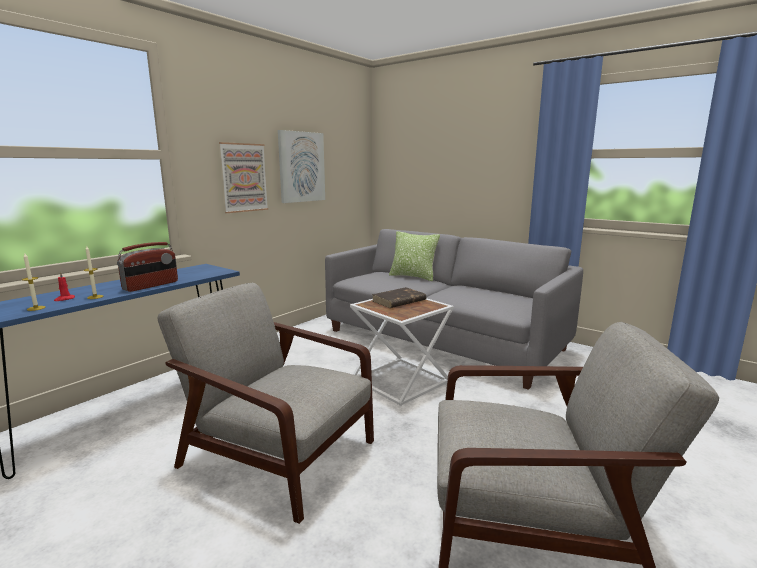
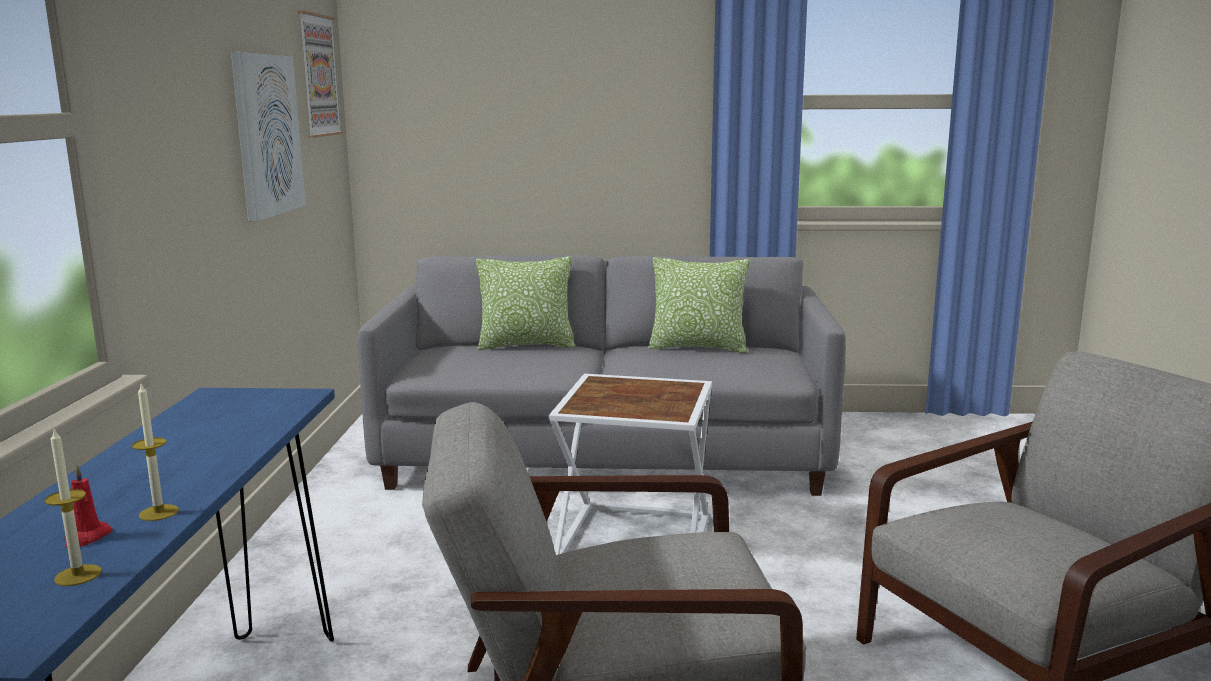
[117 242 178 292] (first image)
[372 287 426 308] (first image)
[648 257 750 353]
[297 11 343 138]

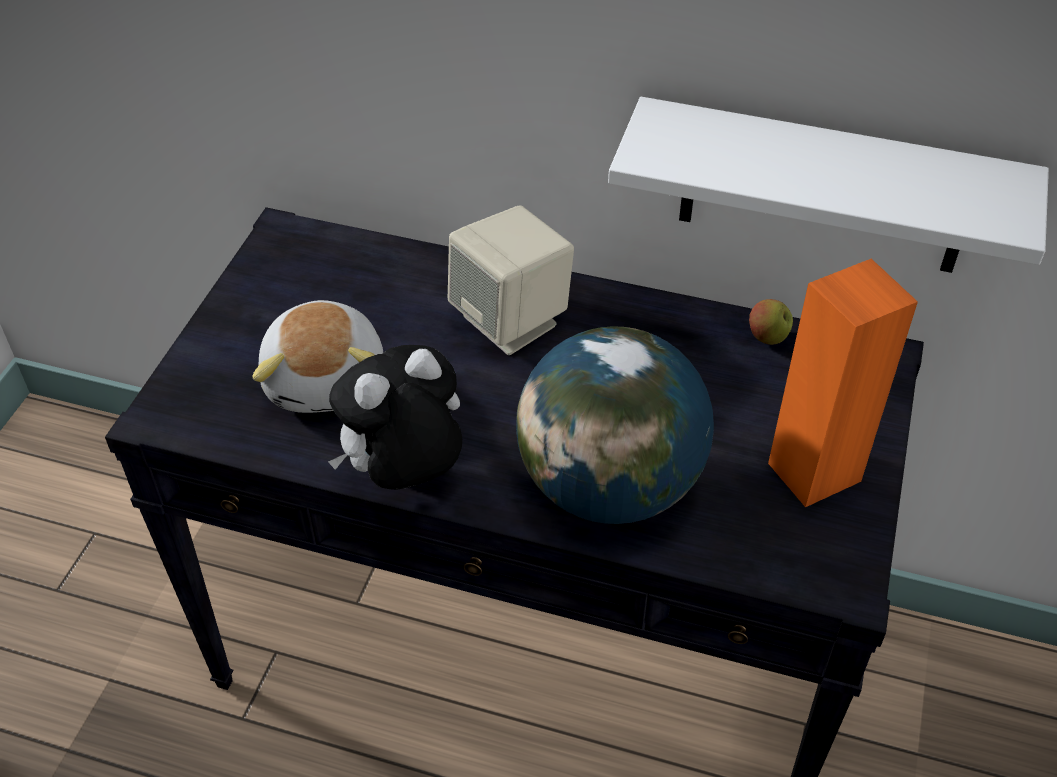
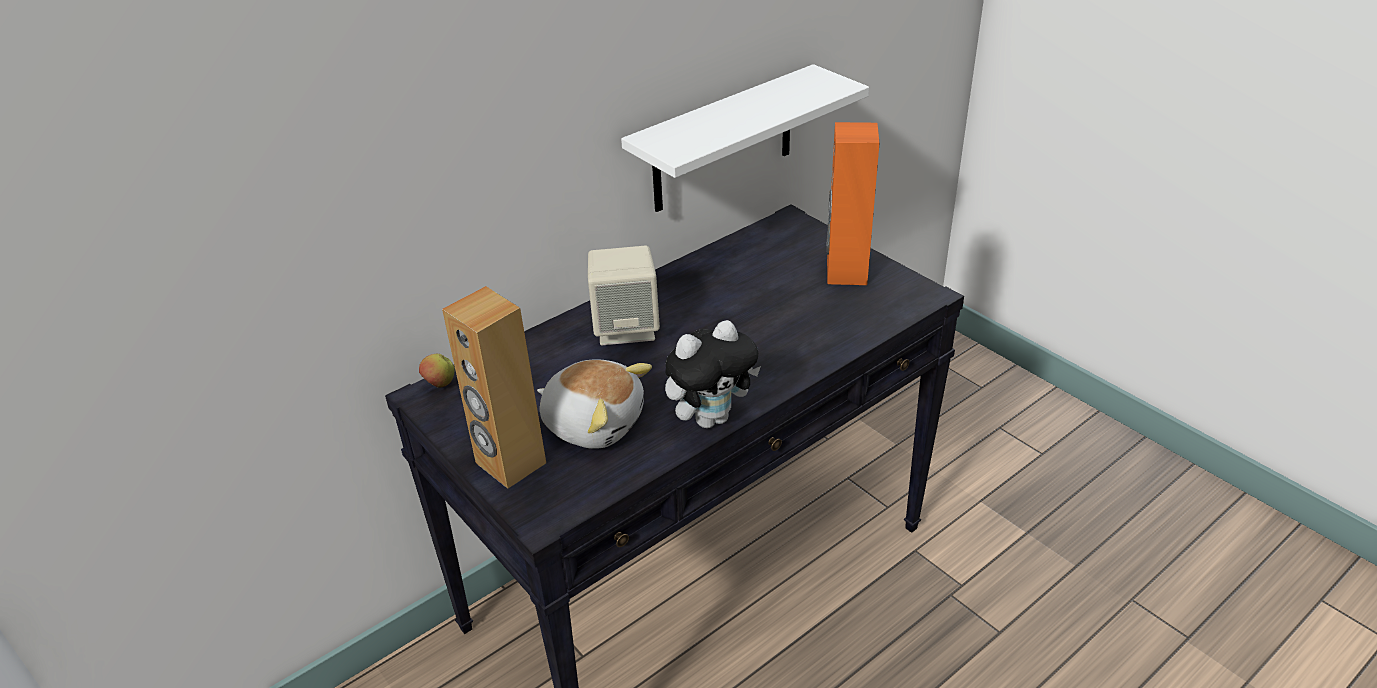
[516 326 714 524] (first image)
[442 286 546 488]
[419 354 454 388]
[665 320 761 428]

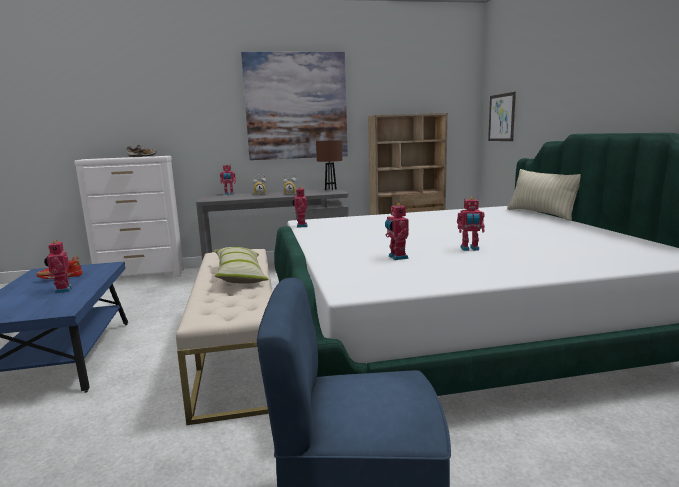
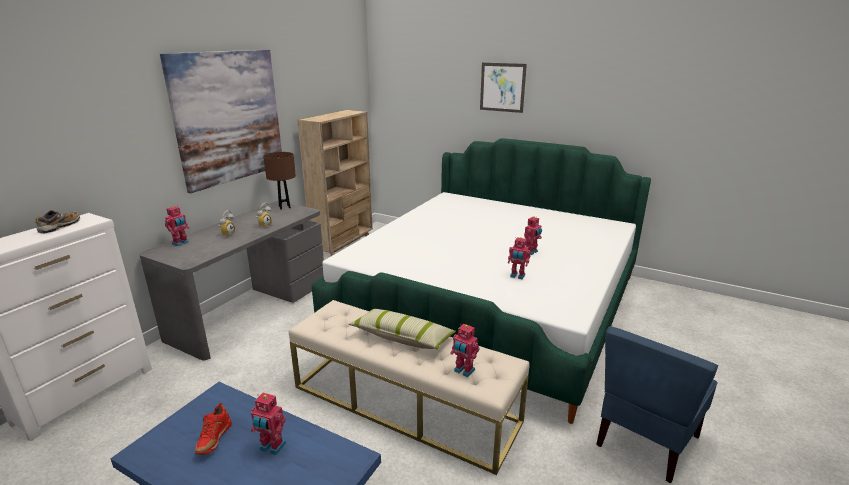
[507 169 580 221] (first image)
[450 324 479 377]
[480 63 527 113]

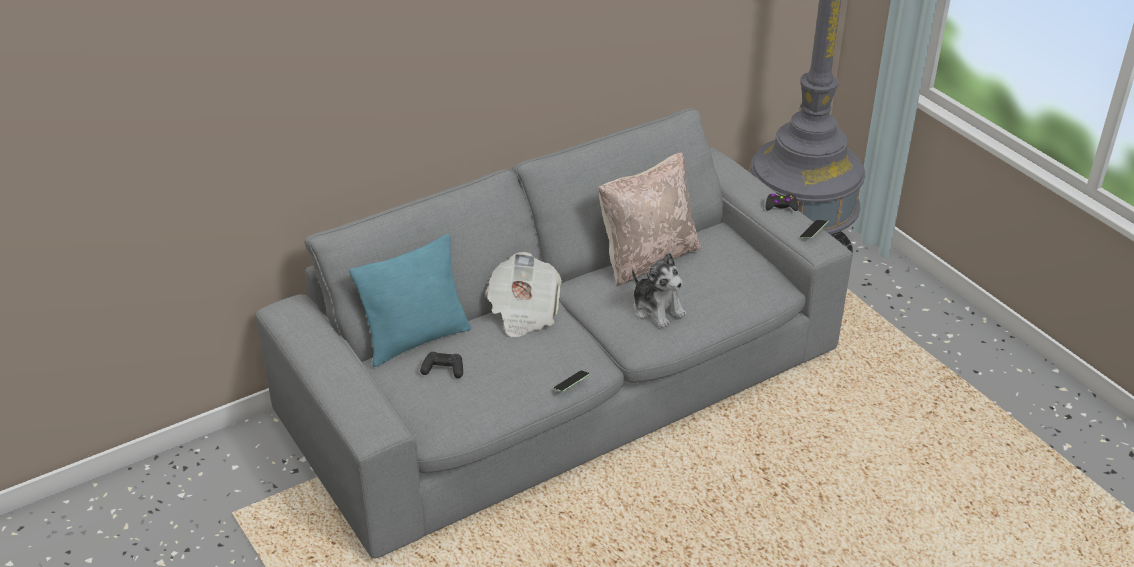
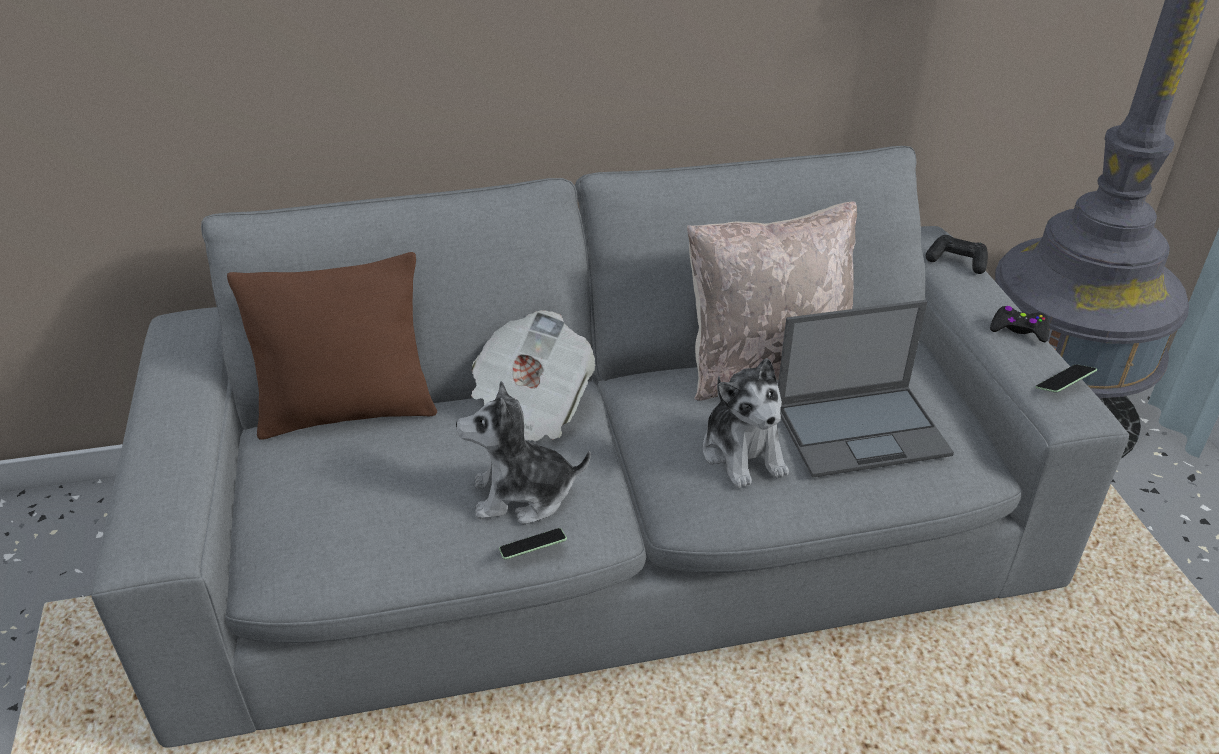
[456 381 591 525]
[778 300 954 478]
[926 235 988 274]
[227 252 437 440]

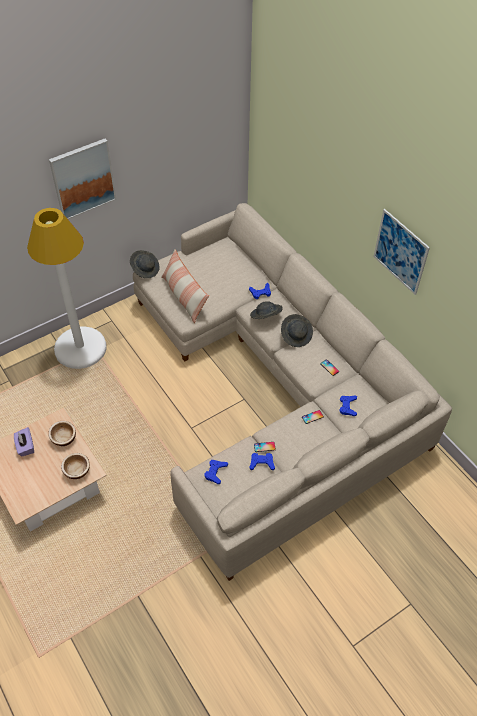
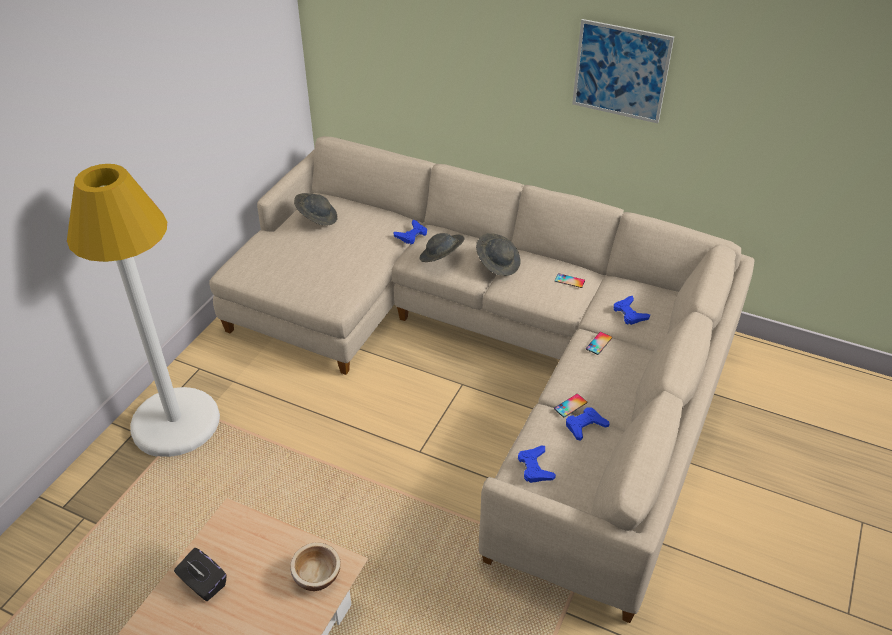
[48 421 76 446] (first image)
[49 139 117 219] (first image)
[161 249 209 323] (first image)
[294 193 337 226]
[174 548 227 601]

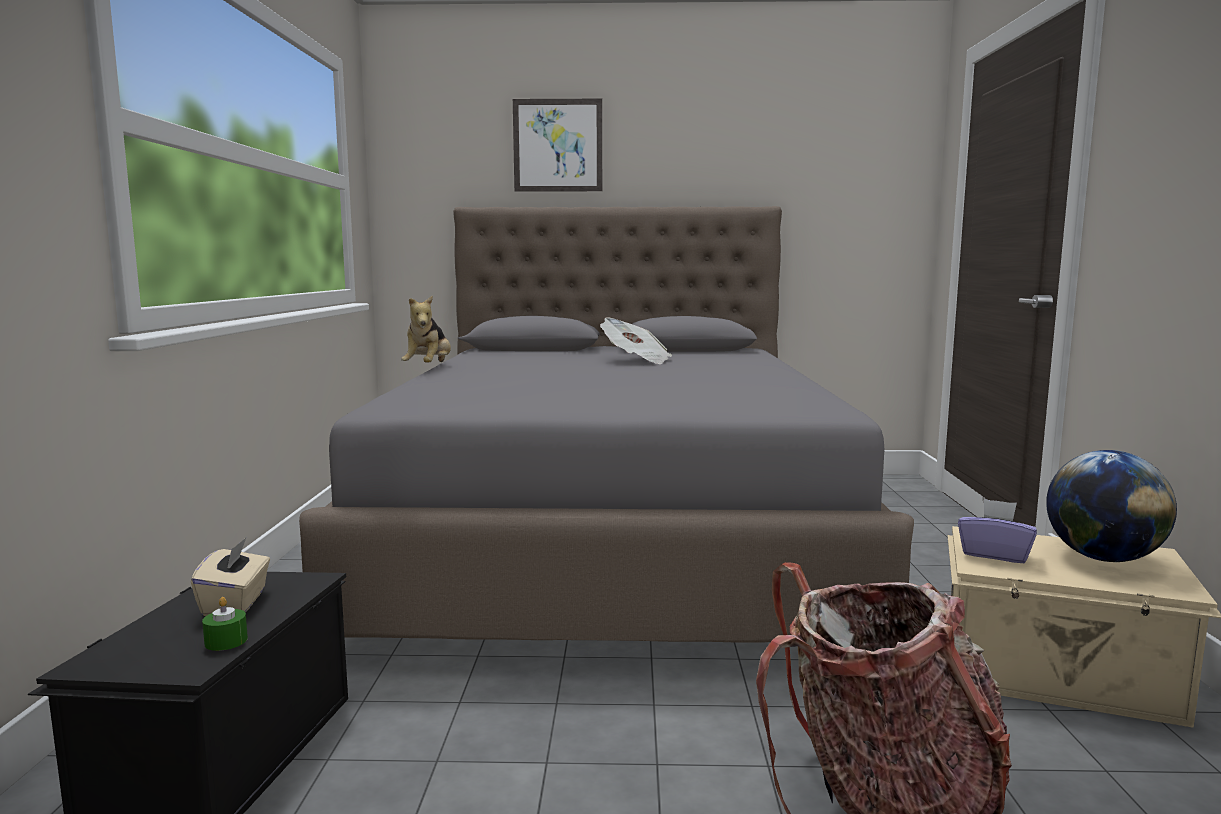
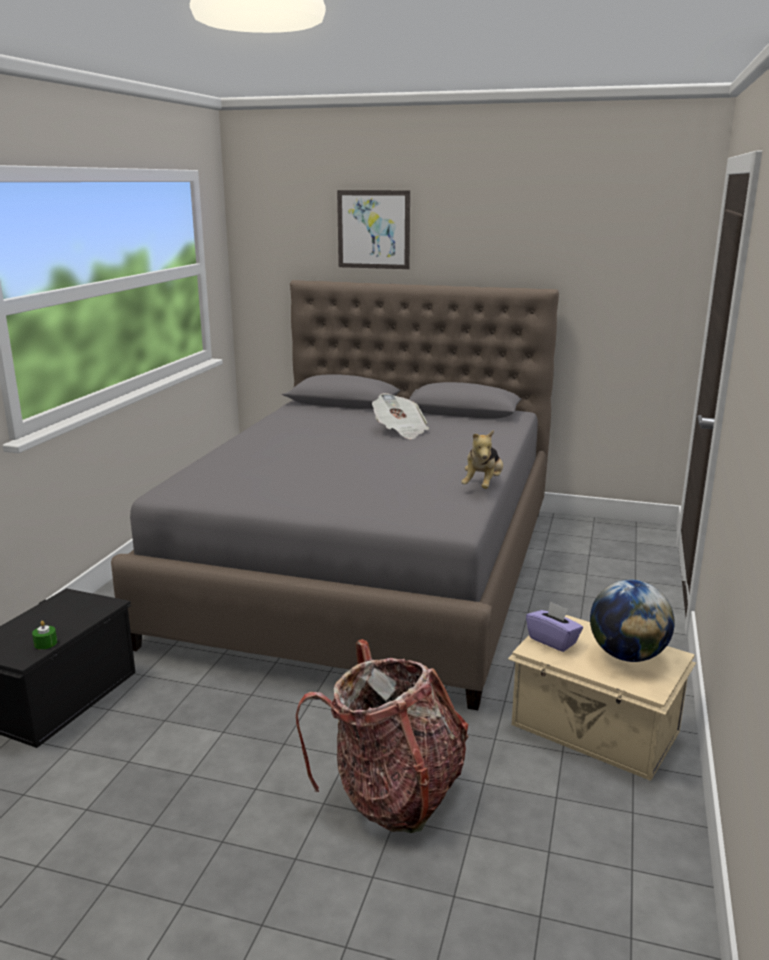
[191 538 270 616] (first image)
[461 430 503 489]

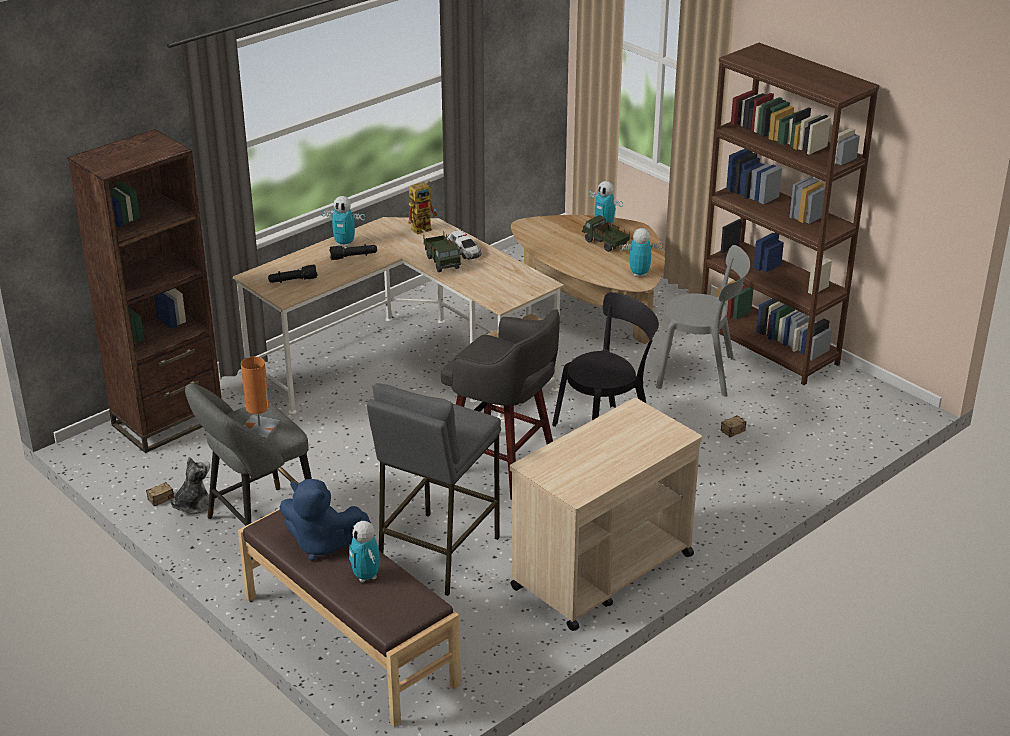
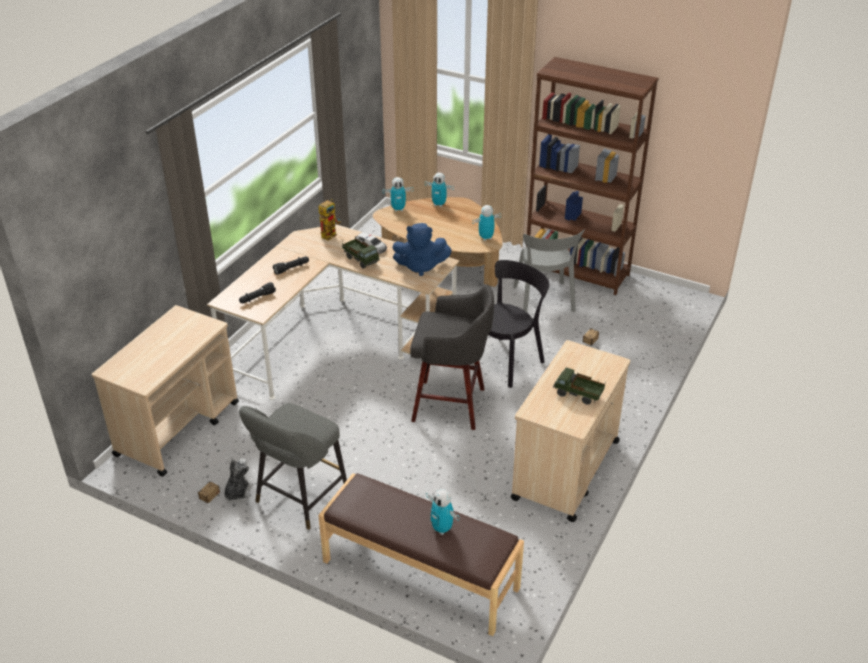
[241 357 280 439] (first image)
[367 383 501 596] (first image)
[392 223 452 276]
[383 177 414 212]
[553 367 605 405]
[92 305 239 477]
[513 229 585 312]

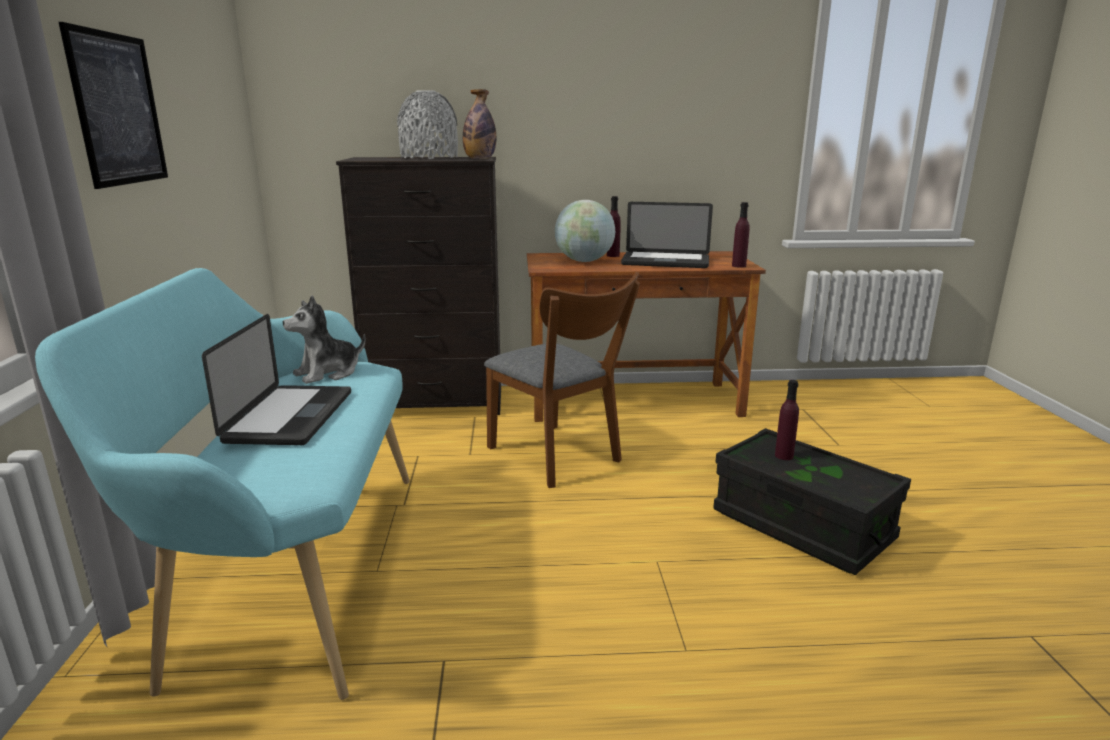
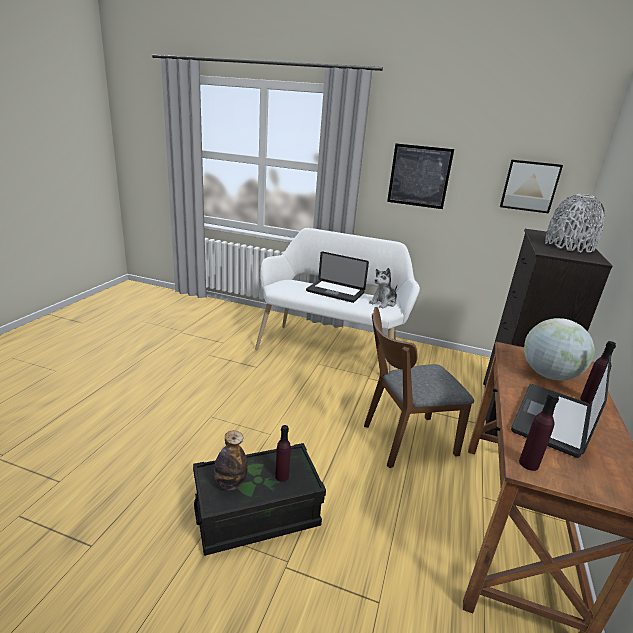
[500 160 563 214]
[214 430 248 490]
[255 228 420 372]
[369 268 397 309]

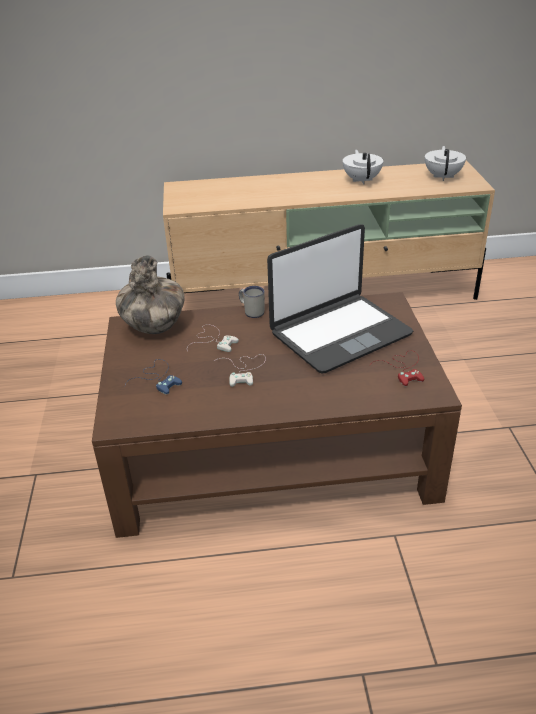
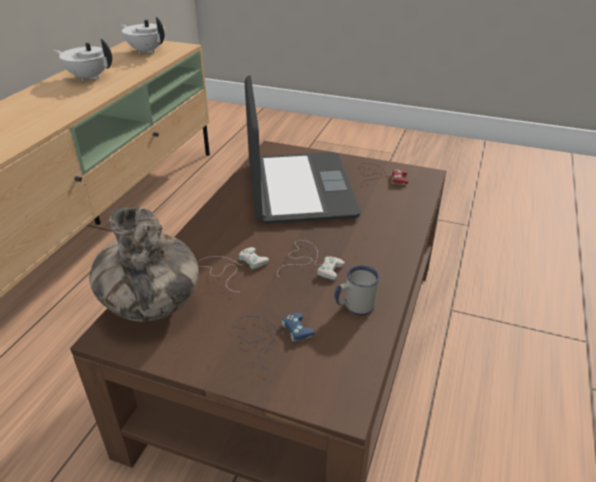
[334 265 380 315]

